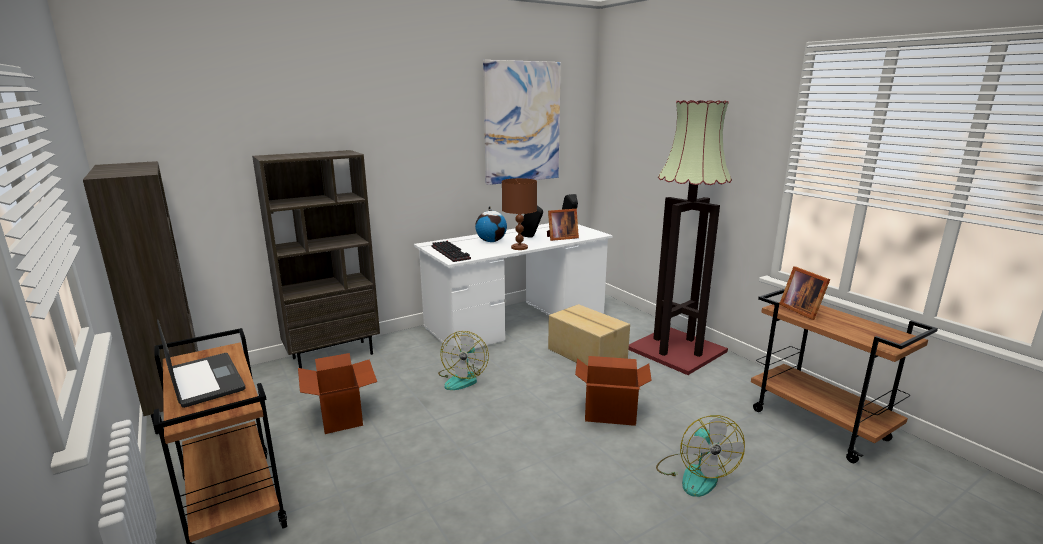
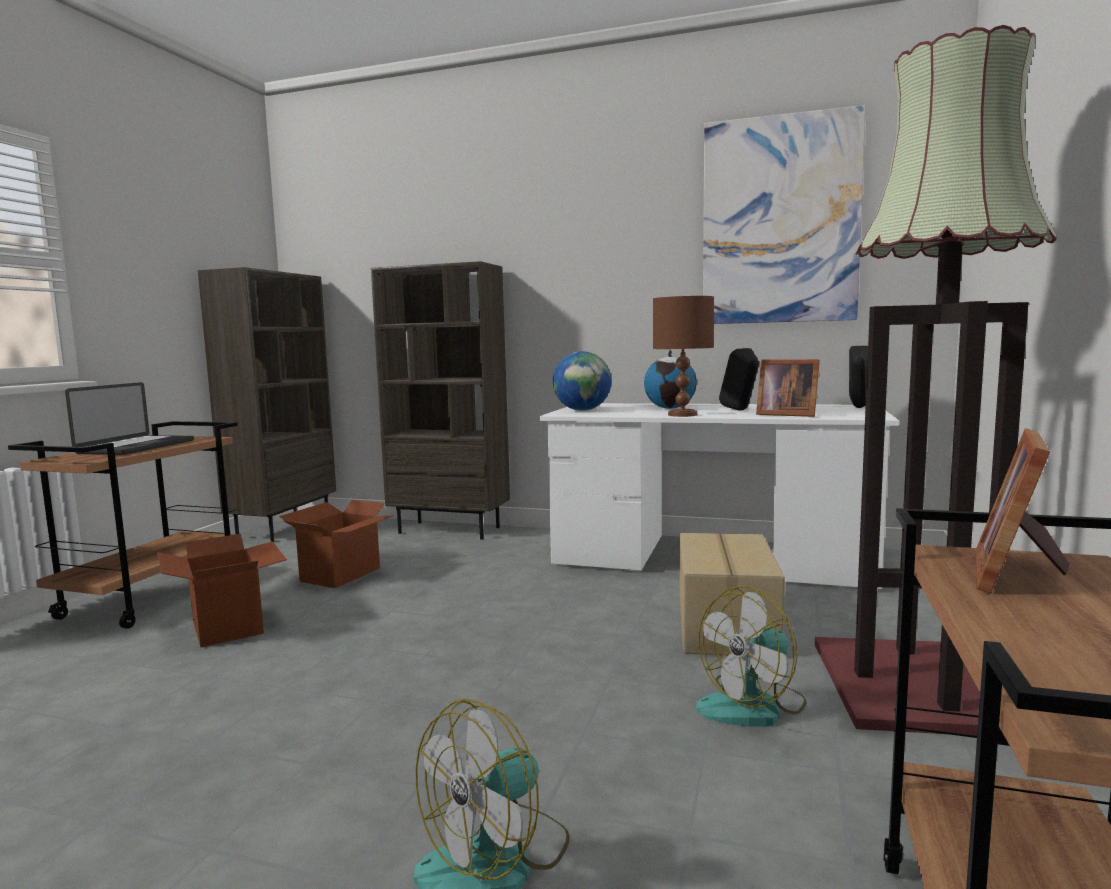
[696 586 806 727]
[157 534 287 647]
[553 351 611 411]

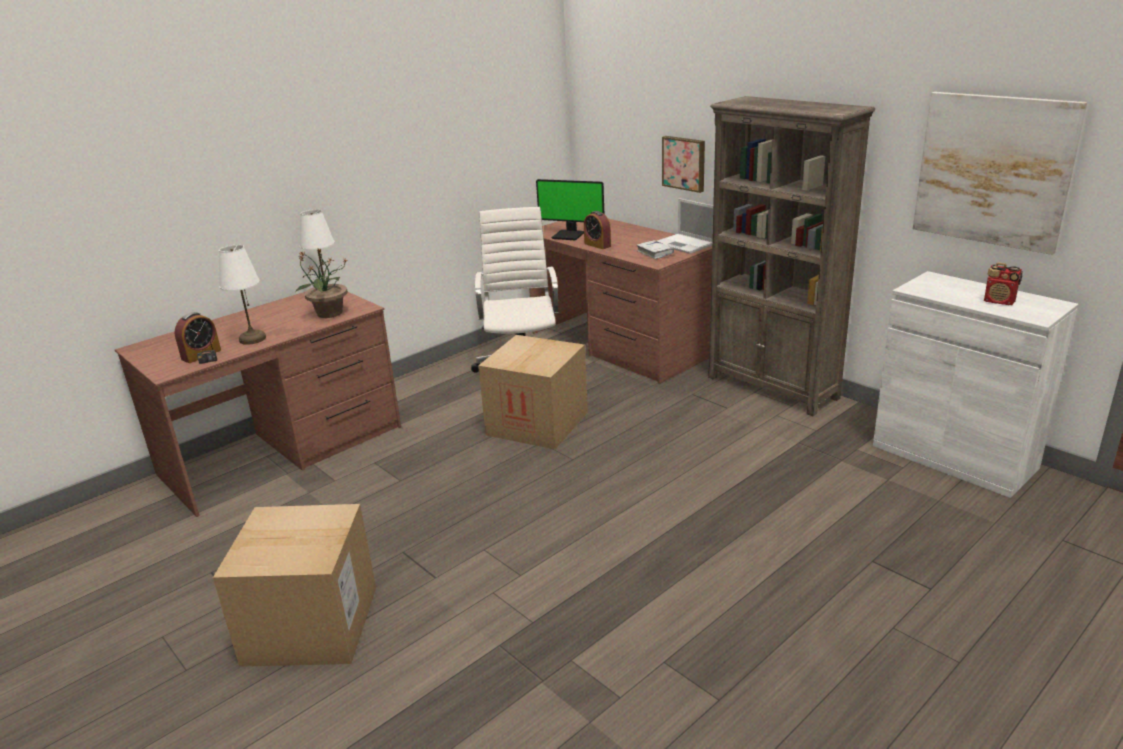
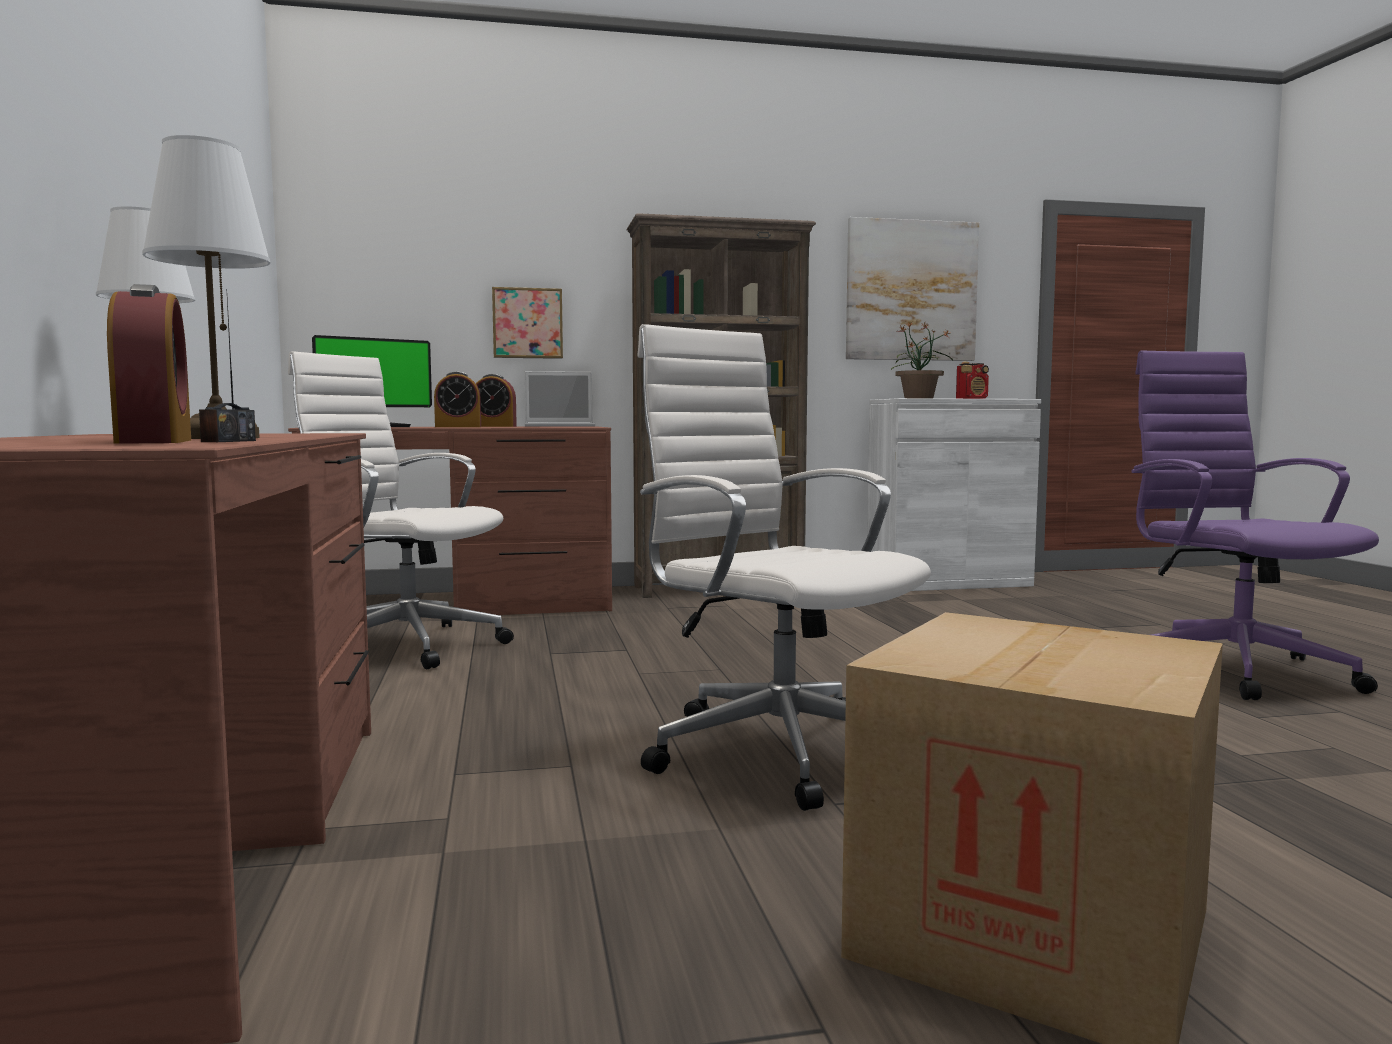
[478 335 588 449] (first image)
[637 240 674 259] (first image)
[476 374 517 427]
[637 324 931 811]
[1132 351 1379 700]
[891 322 953 398]

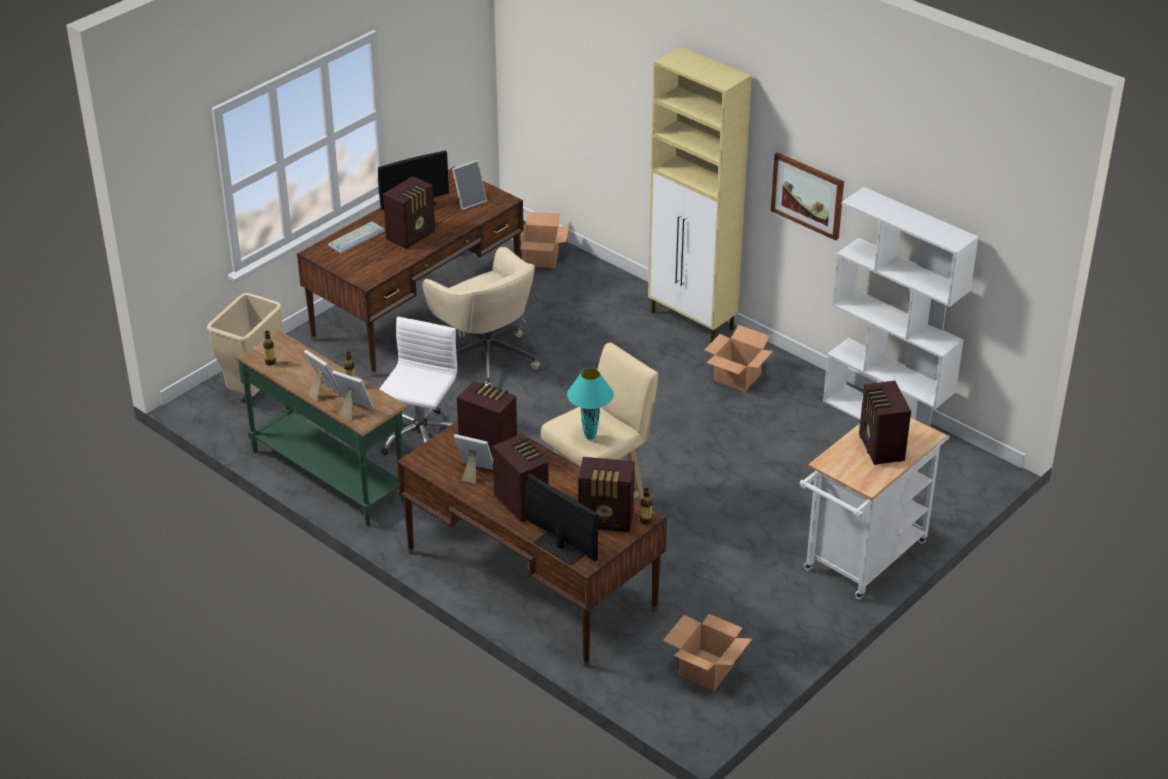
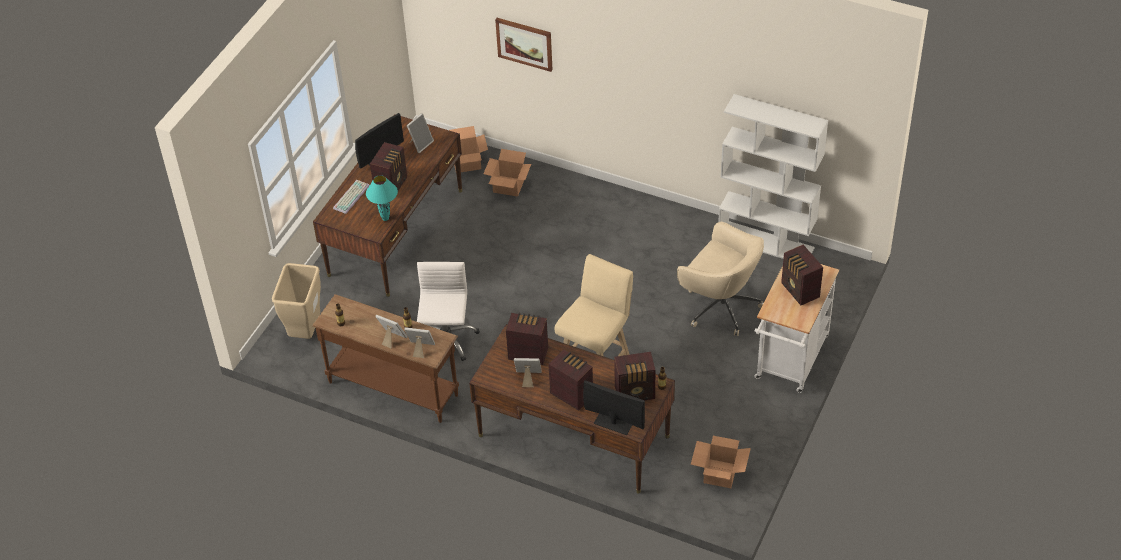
[648 46 752 342] (first image)
[677 222 764 336]
[366 175 398 221]
[483 149 531 197]
[495 18 553 72]
[312 294 459 423]

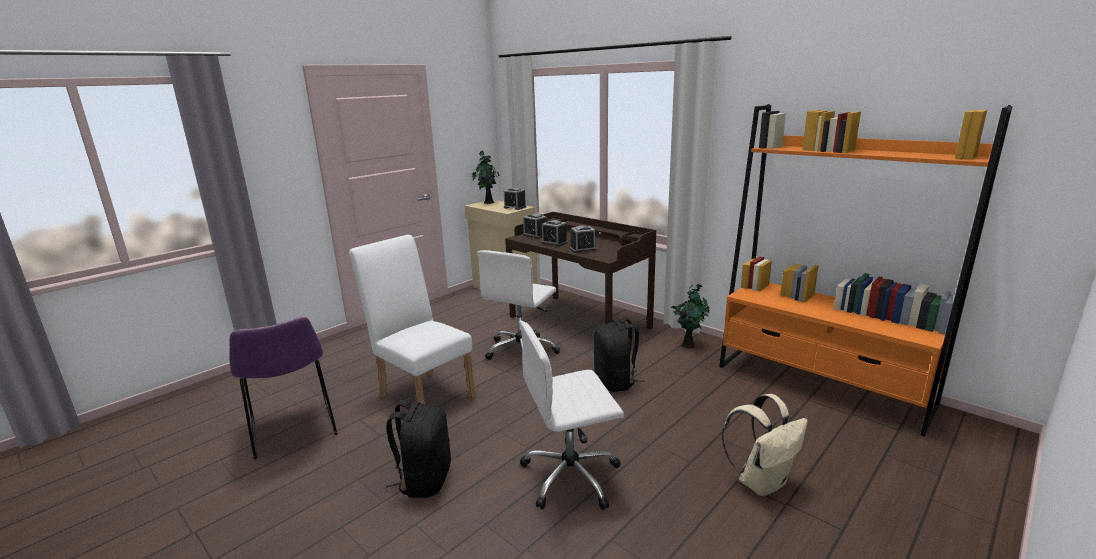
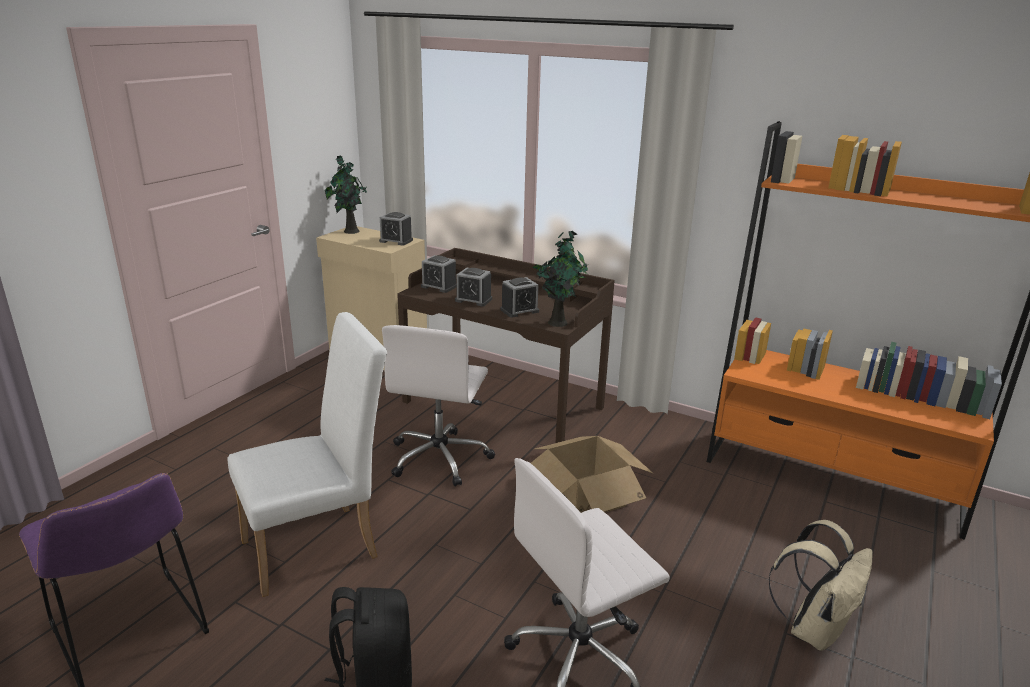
[532 231 588 327]
[531 436 654 513]
[227 312 387 597]

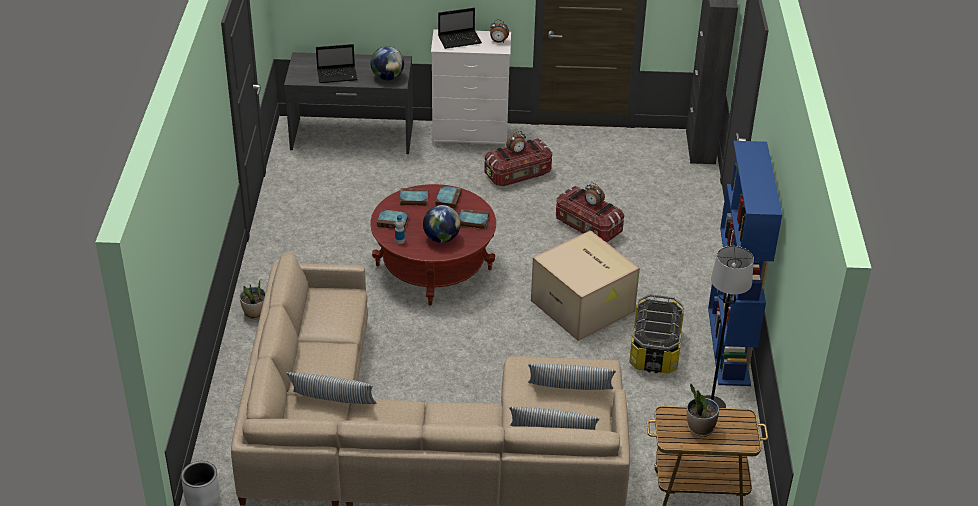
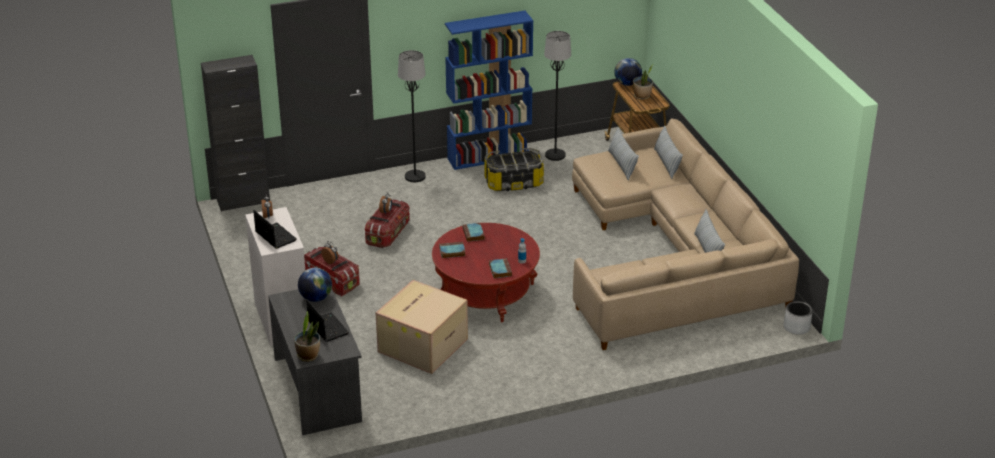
[400 188 428 206] (first image)
[398 50 426 182]
[294 311 320 362]
[614 58 642 86]
[376 280 468 374]

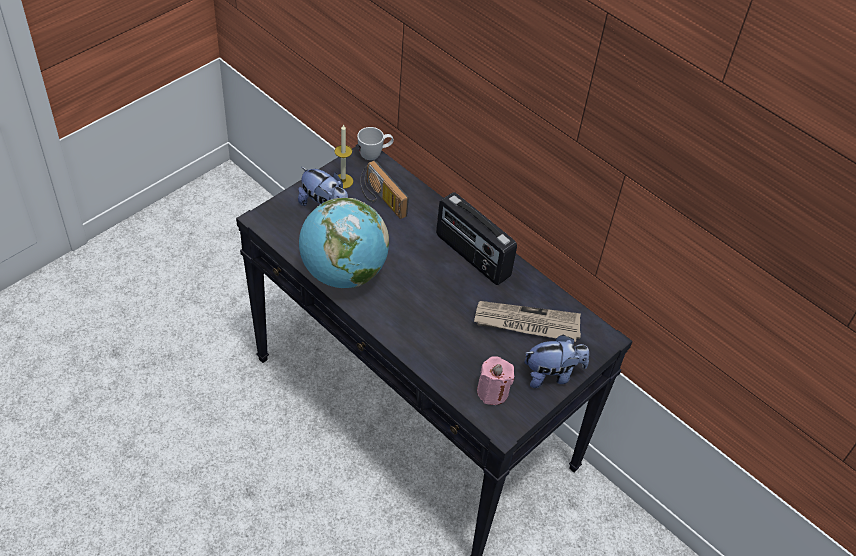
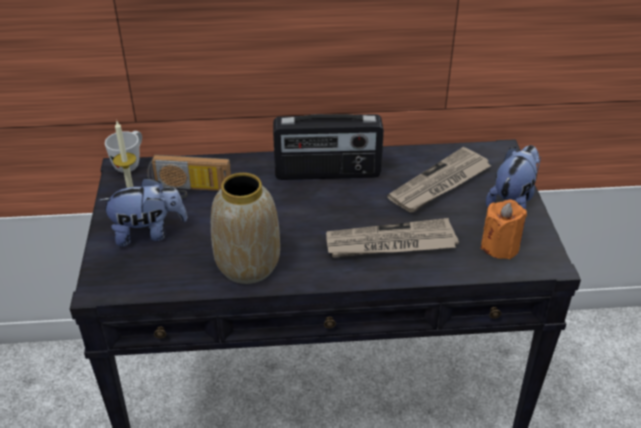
[326 218 459 258]
[211 173 280 284]
[481 199 527 259]

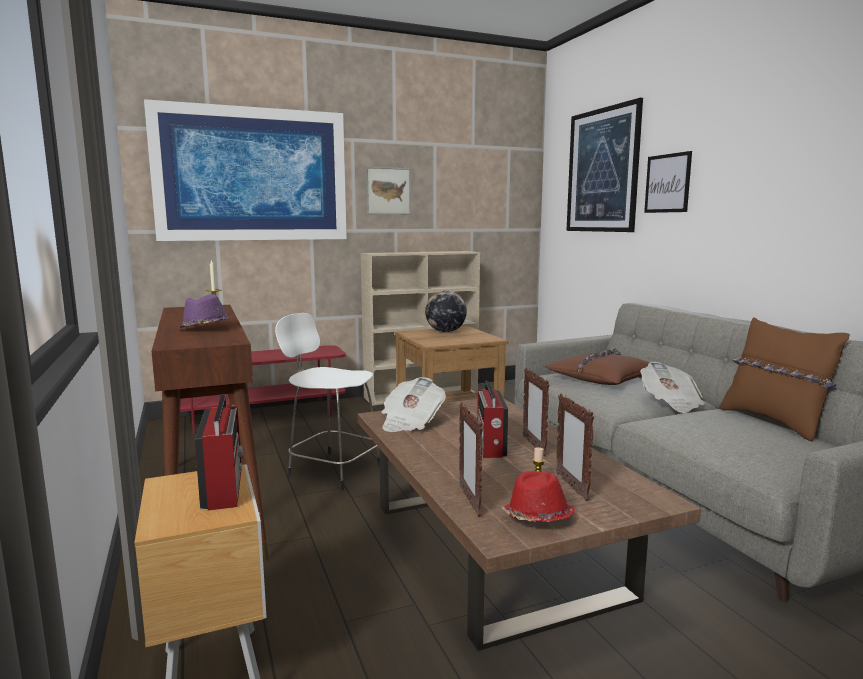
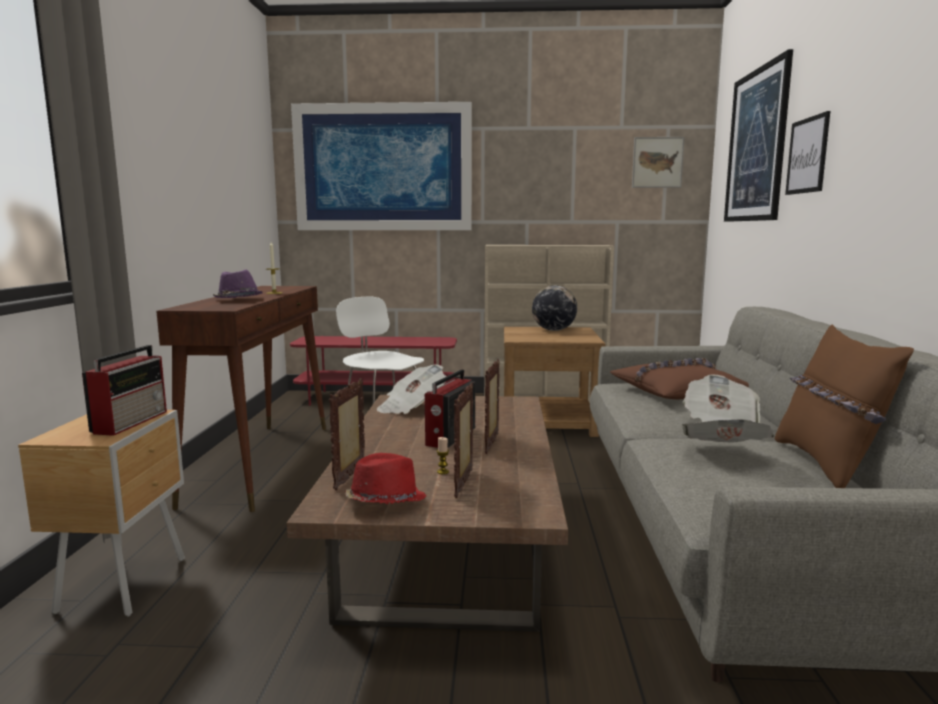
[682 420 774 443]
[632 137 685 188]

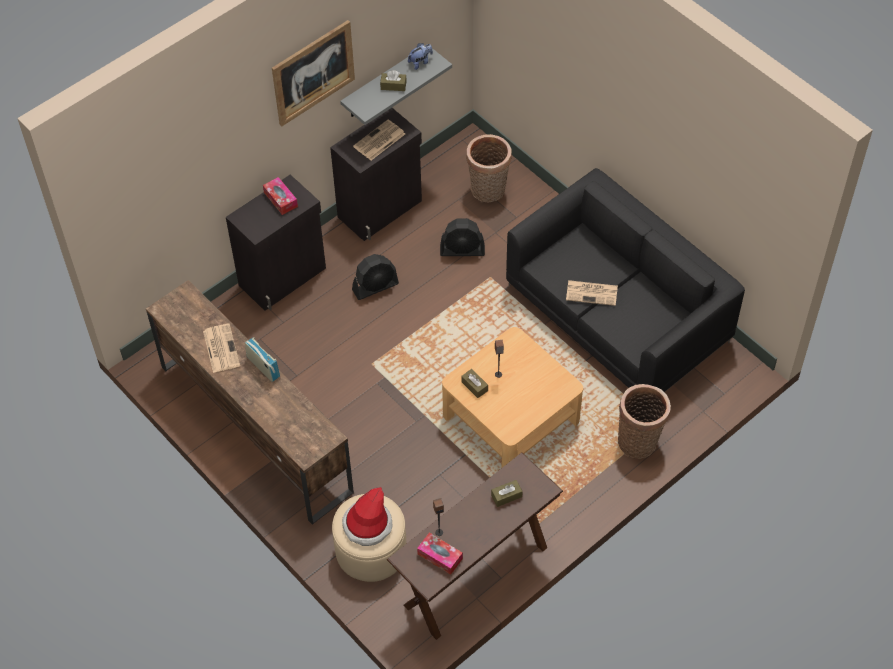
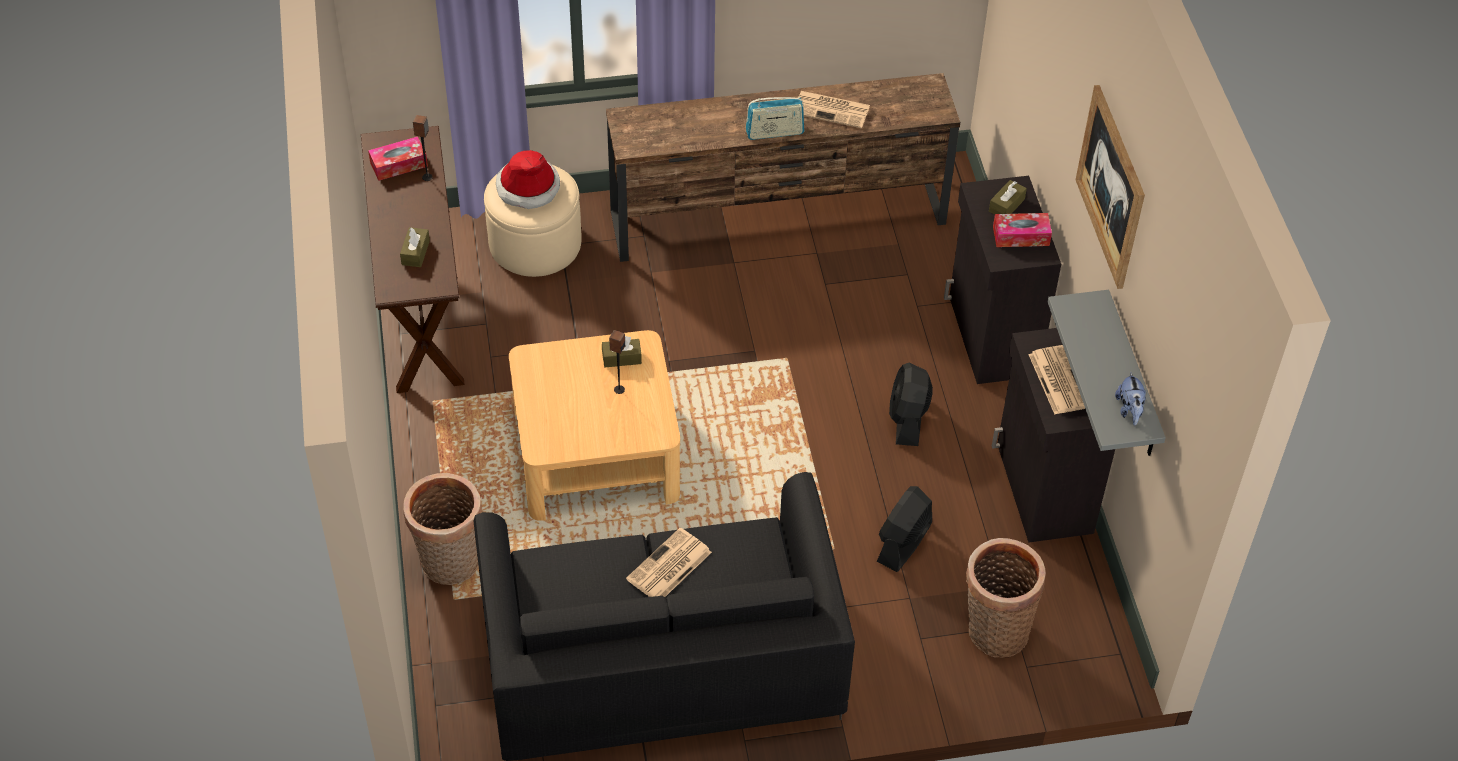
[989 180 1027 215]

